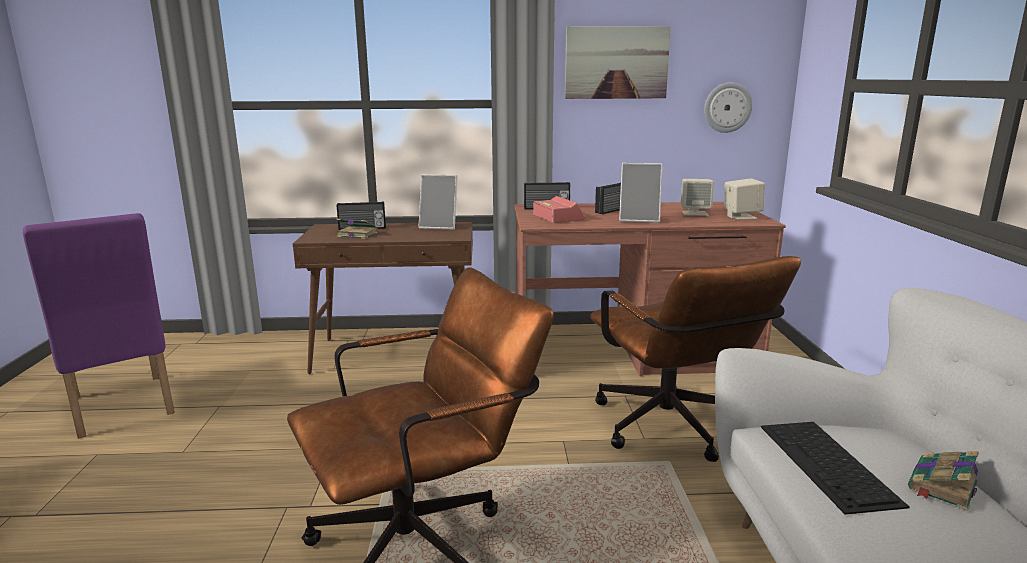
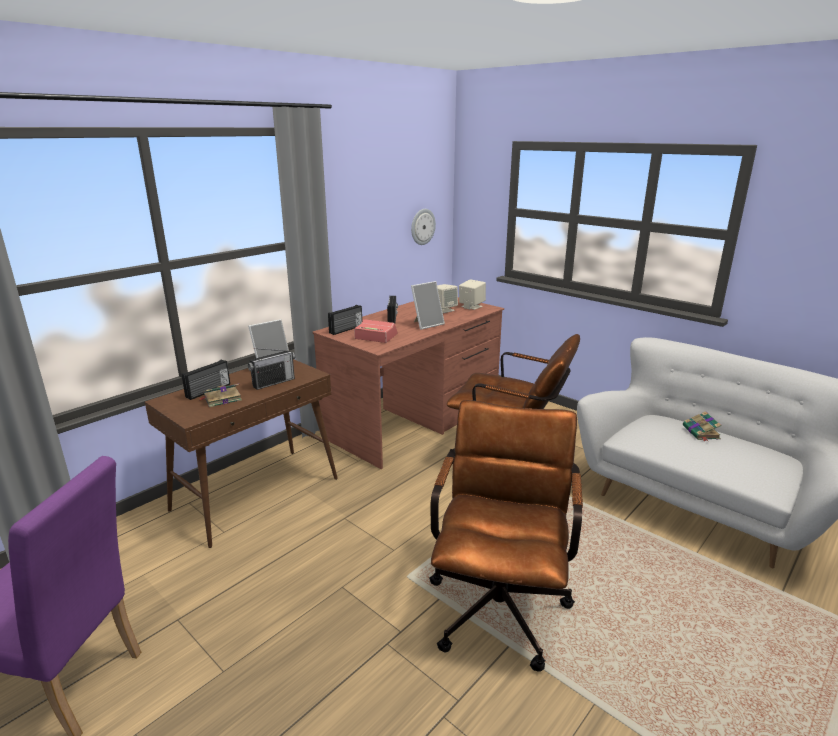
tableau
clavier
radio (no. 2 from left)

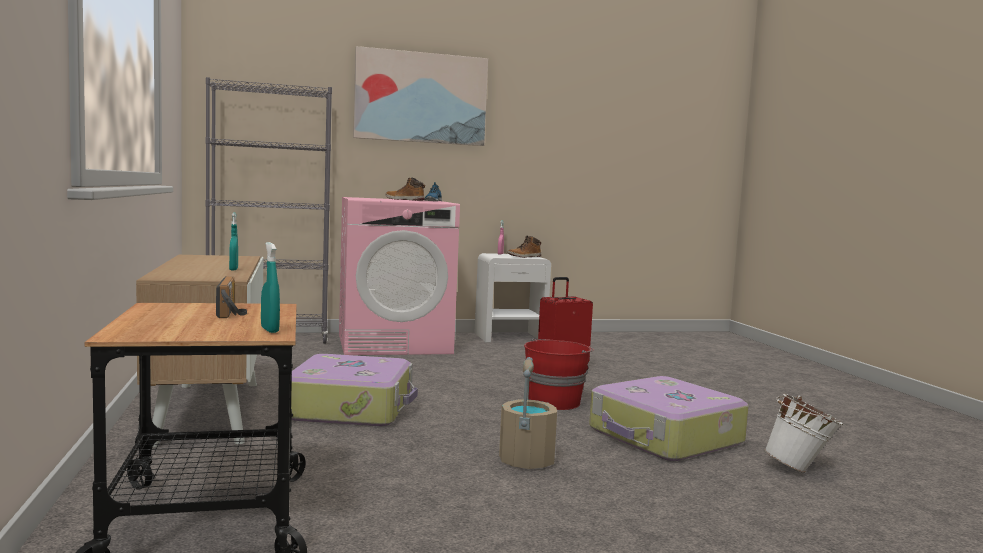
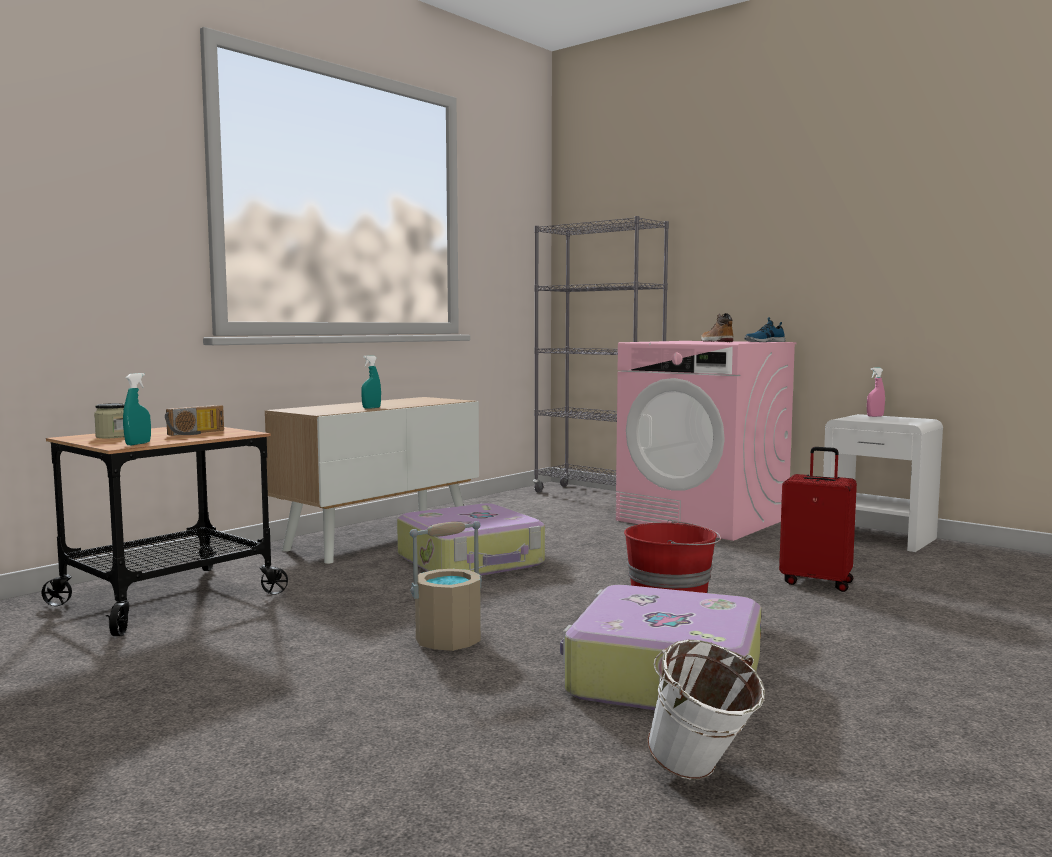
tableau
botte (no. 2 from left in the first image)
bocal

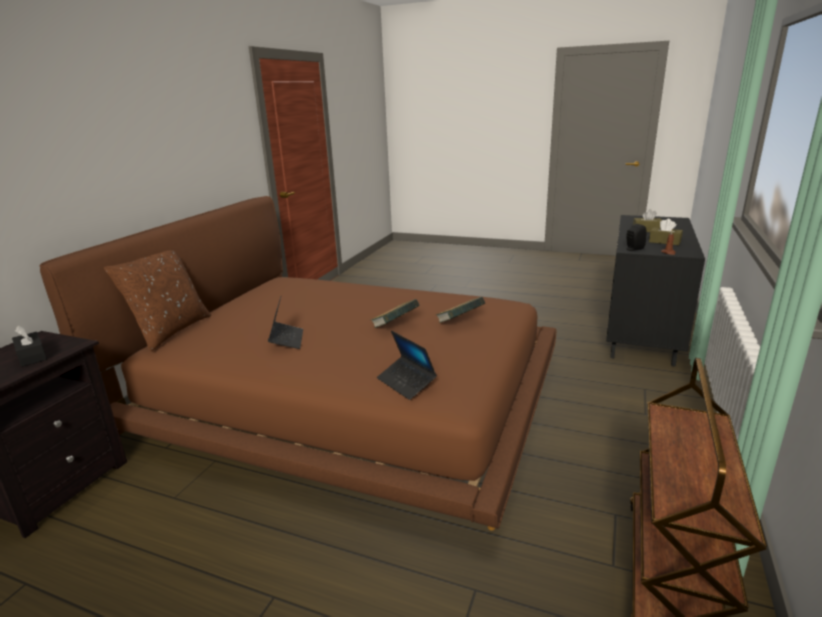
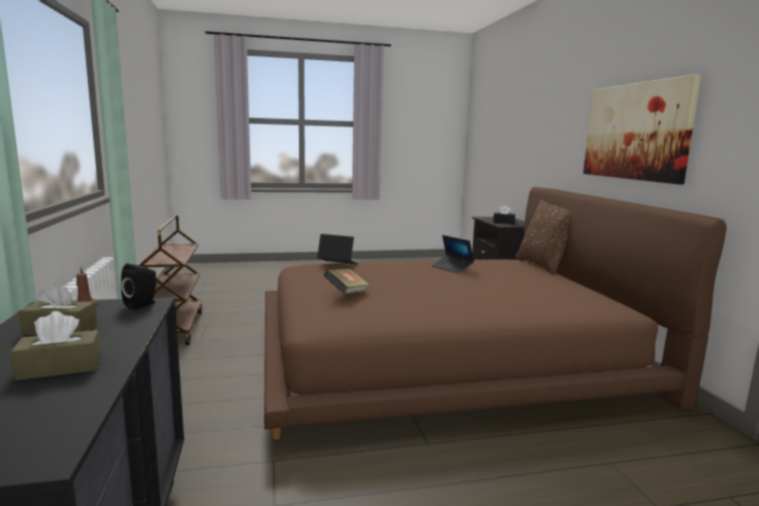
livre (no. 1 from left in the first image)
tableau

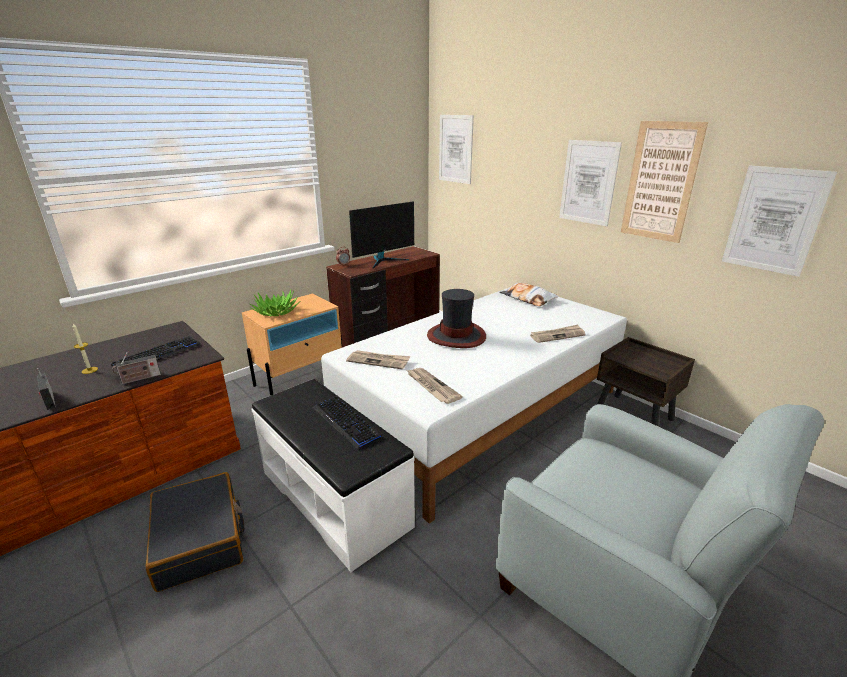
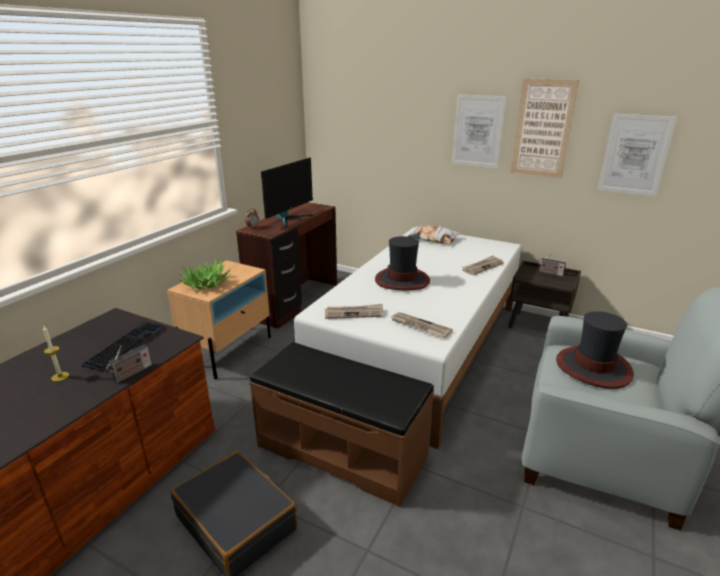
radio (no. 2 from left)
banc/marron
clavier (no. 2 from left in the first image)
tableau (no. 1 from left in the first image)
chapeau (no. 2 from left)

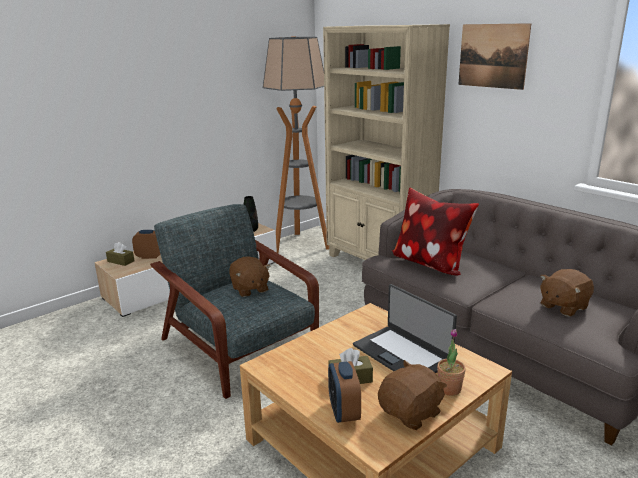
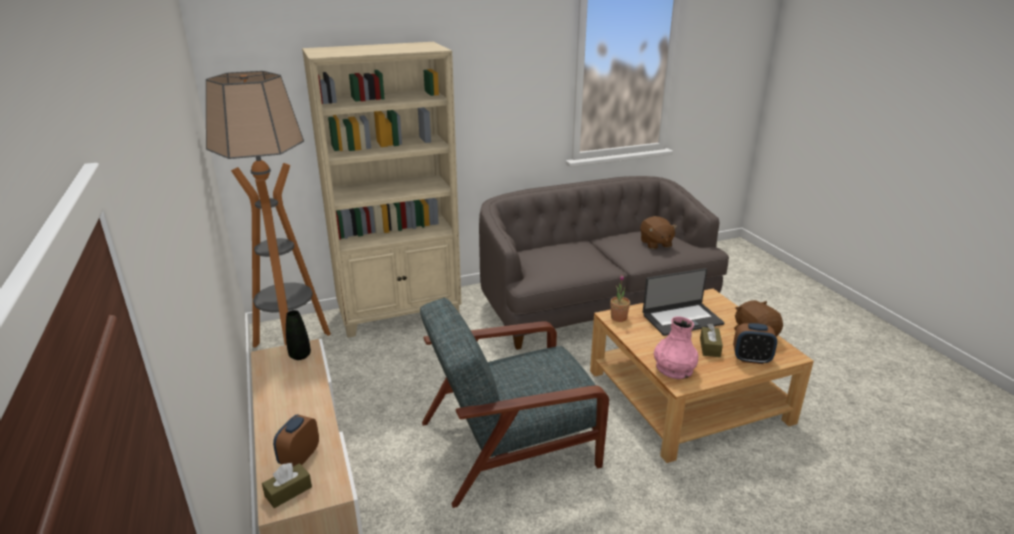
peluche/marron (no. 1 from left in the first image)
coussin
plante en pot
tableau
vase/rose

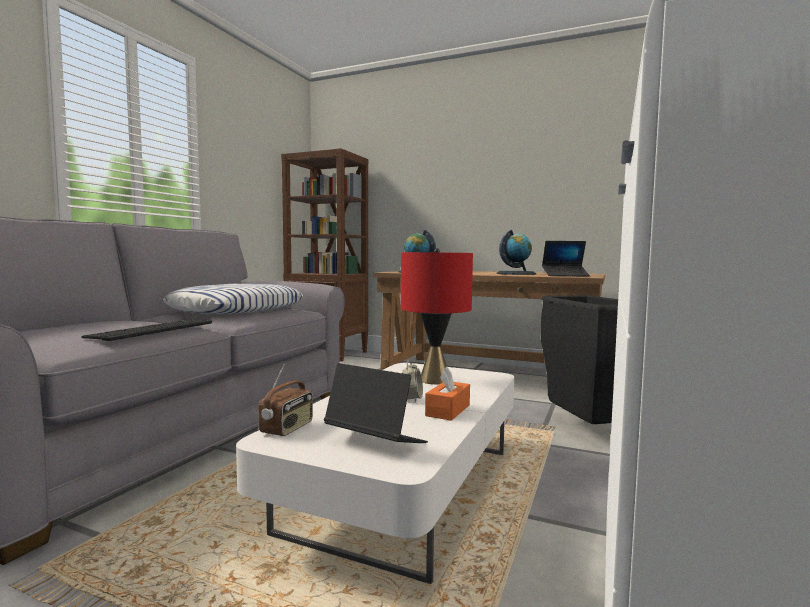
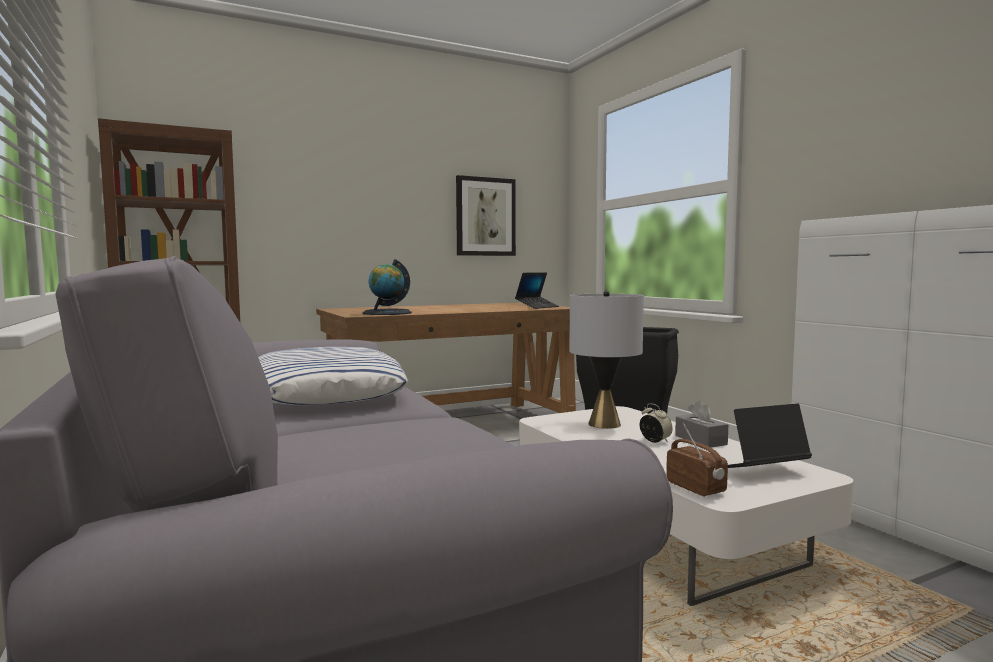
clavier
lampe de table/gris
boîte à mouchoirs/gris
globe (no. 2 from left in the first image)
tableau

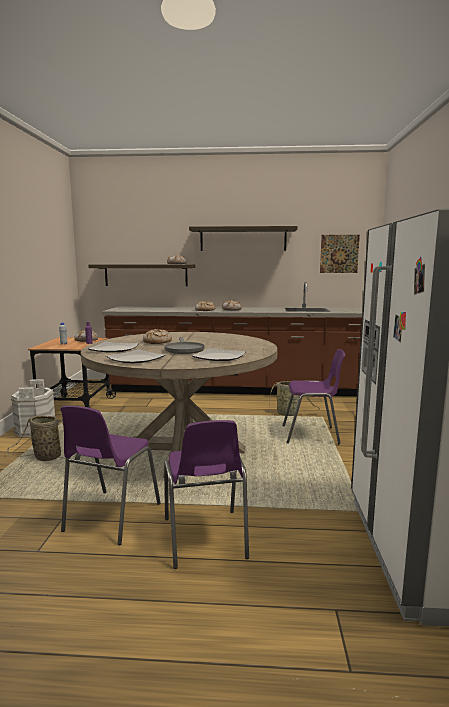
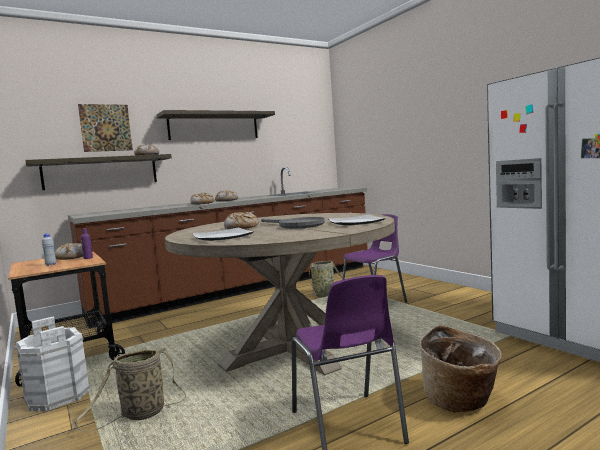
assiette (no. 2 from left in the first image)
panier (no. 3 from left)
tableau

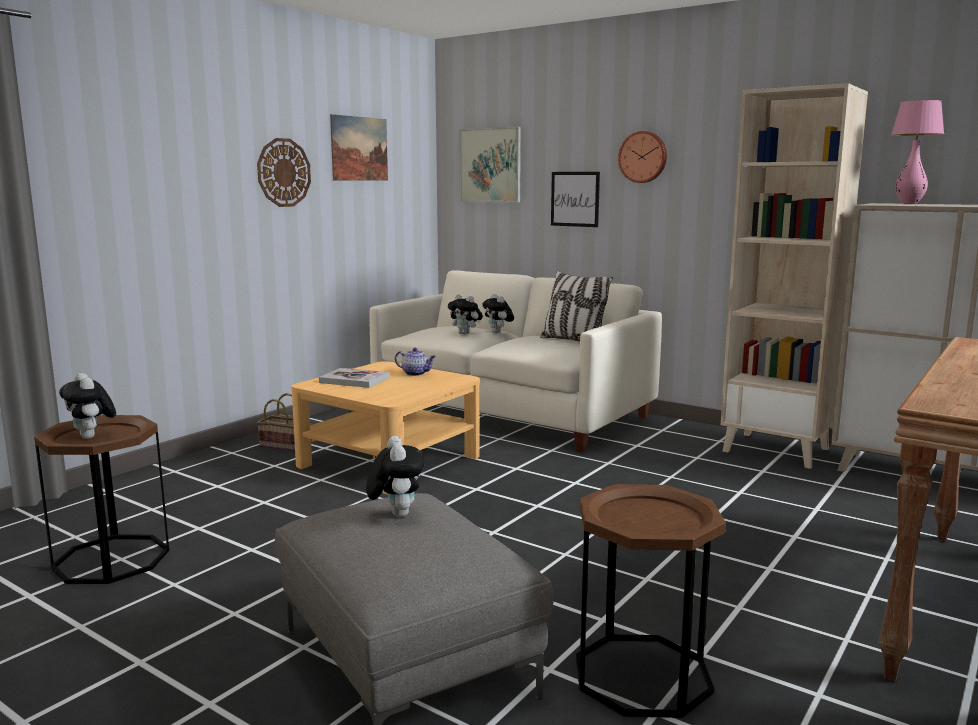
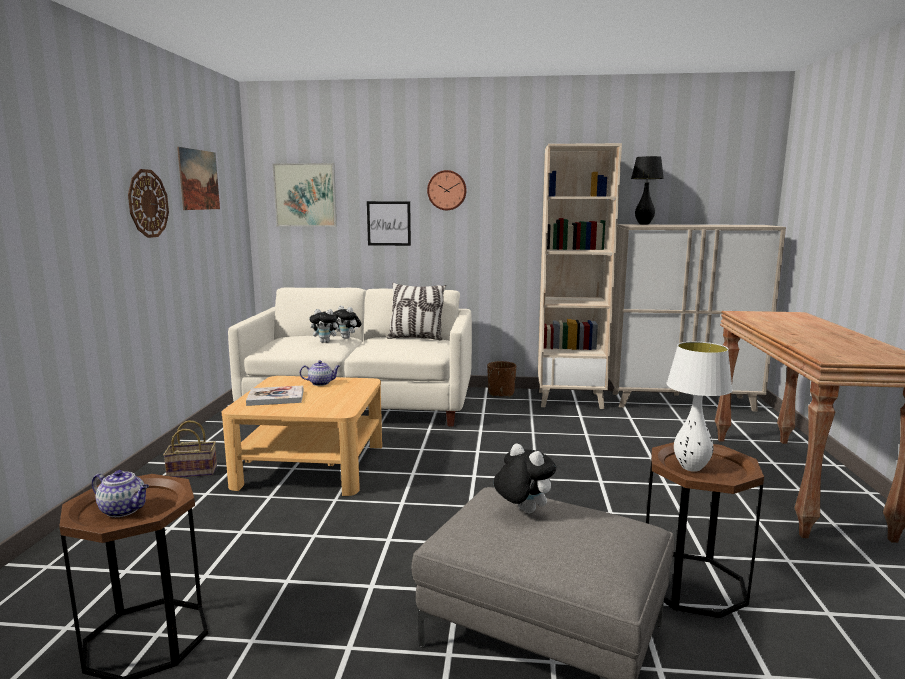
théière (no. 1 from left)
lampe de table/noir
cache-pot/marron
lampe de table/blanc

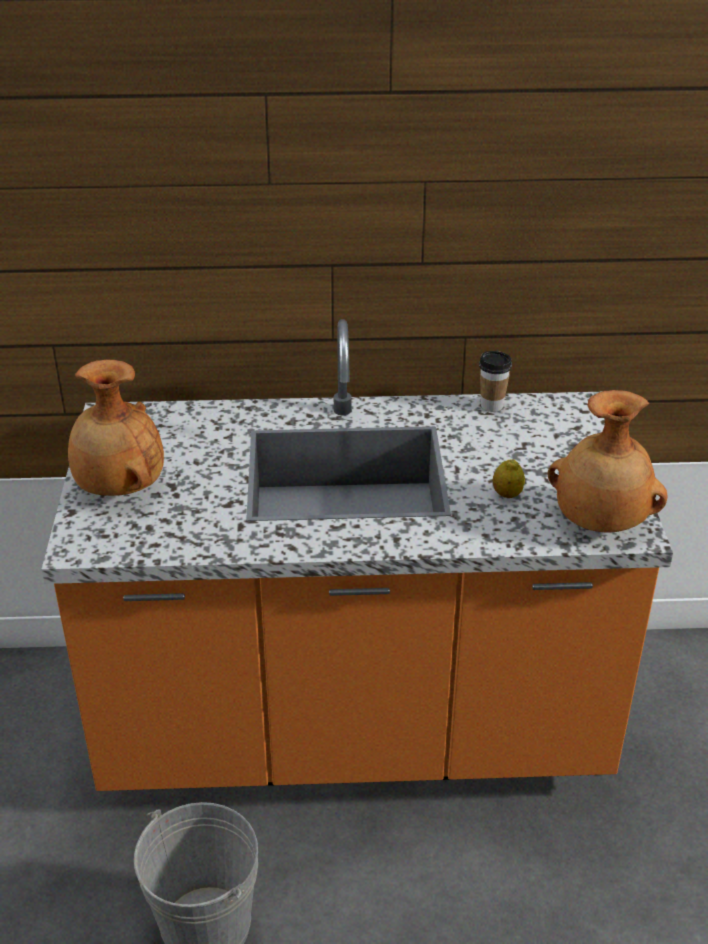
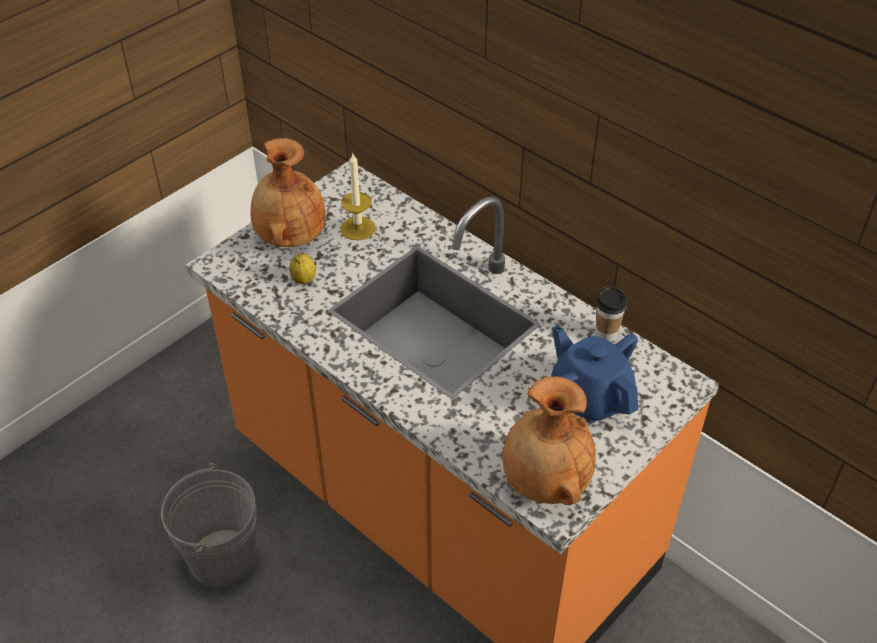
citron
bougie
théière/bleu

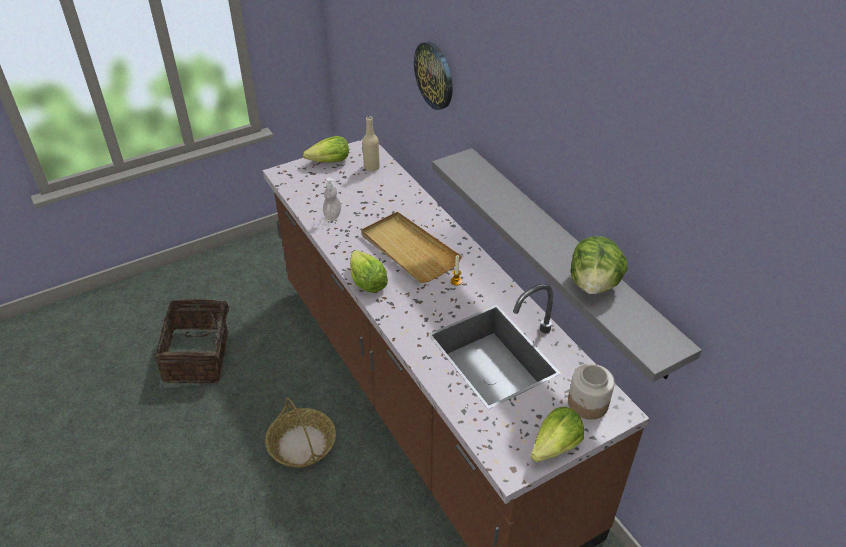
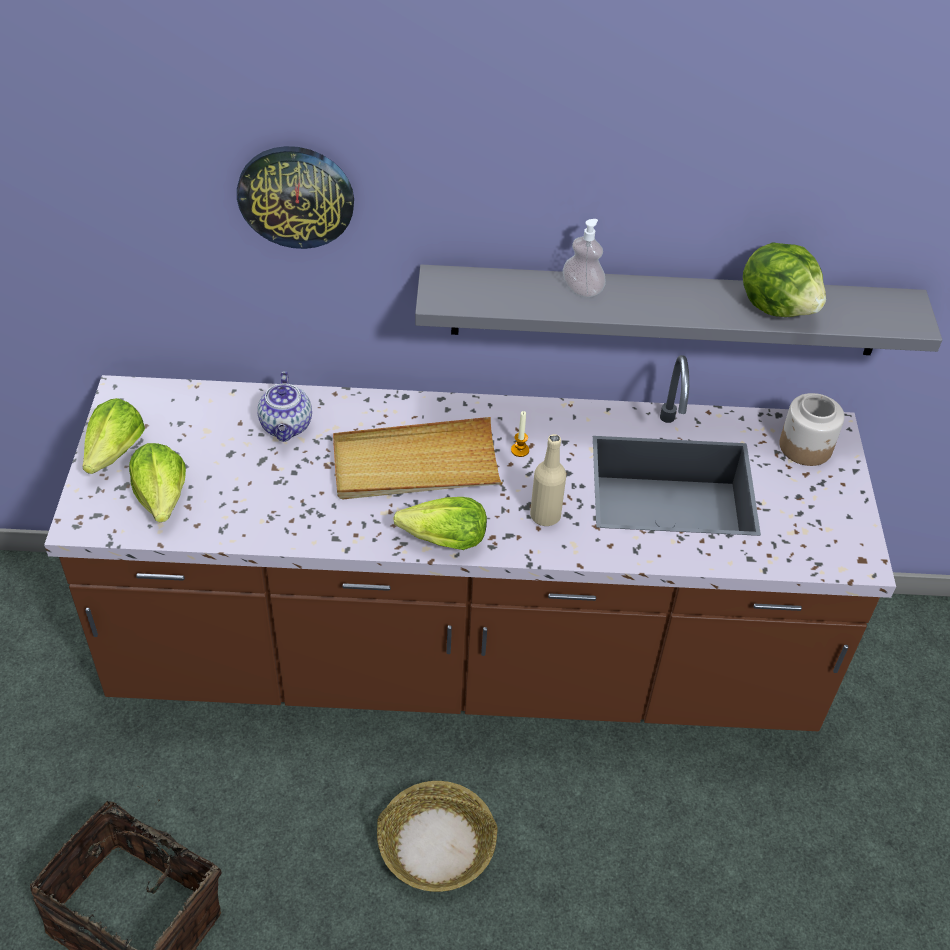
distributeur de savon
bouteille/beige
laitue (no. 2 from left)
théière

